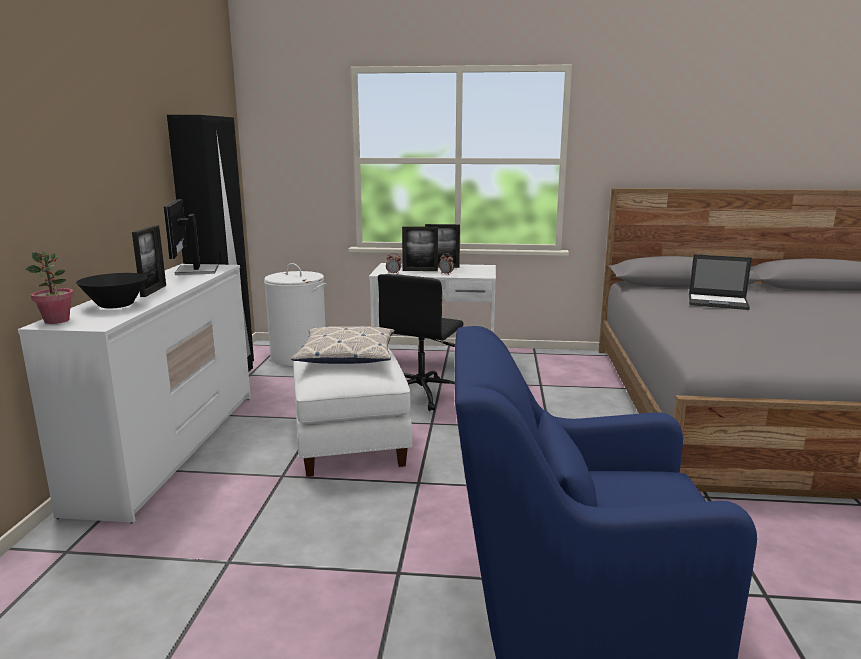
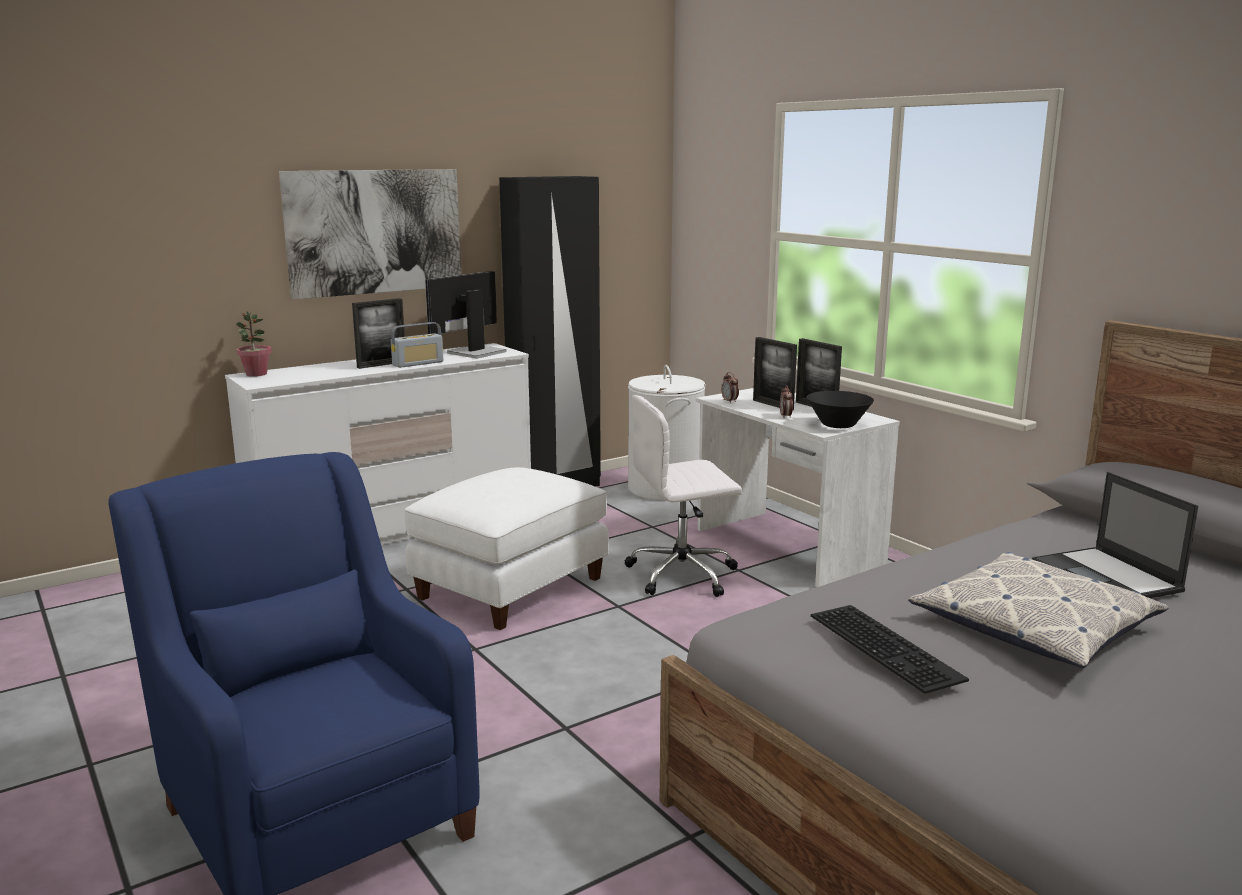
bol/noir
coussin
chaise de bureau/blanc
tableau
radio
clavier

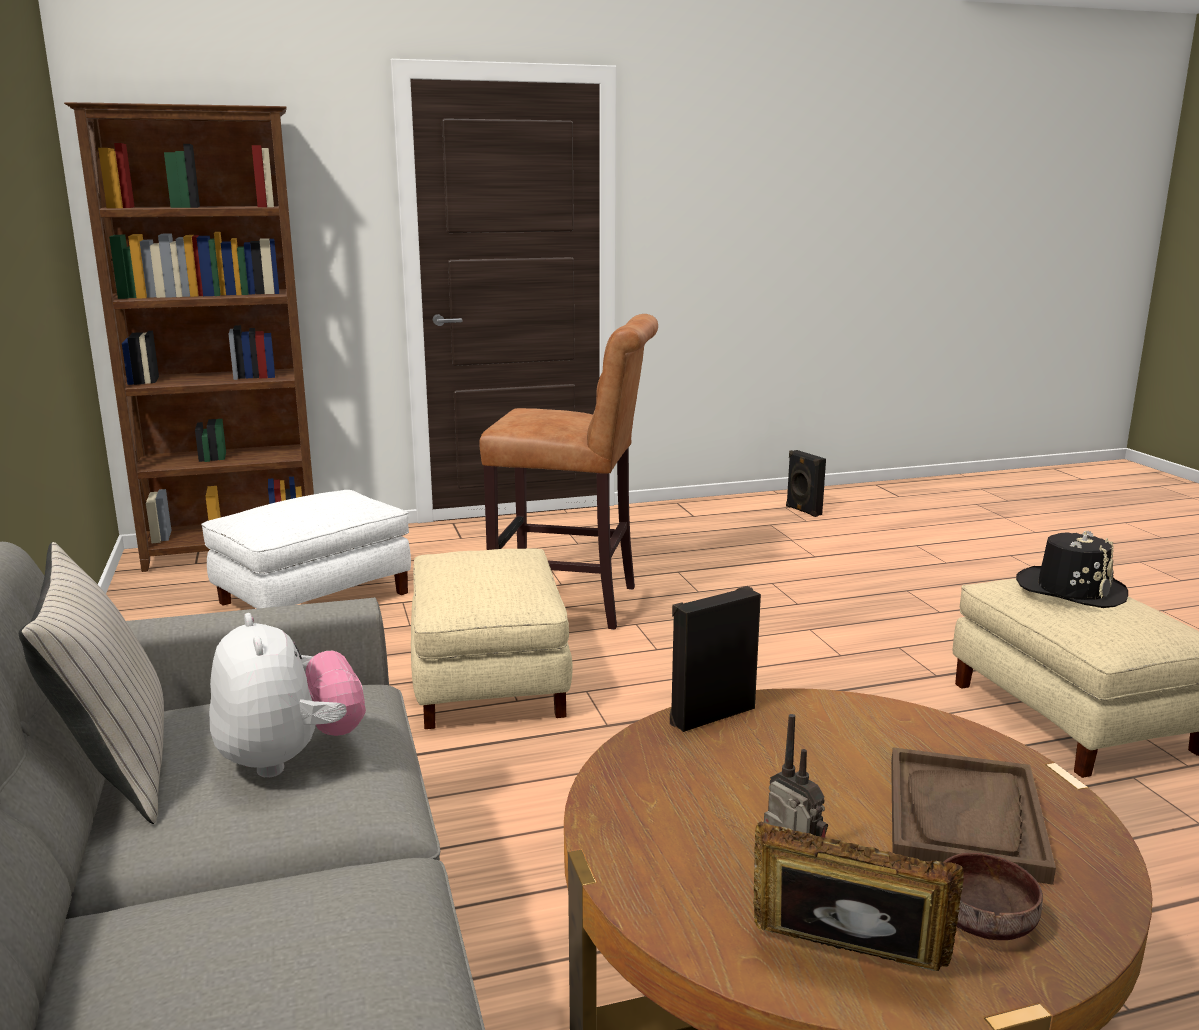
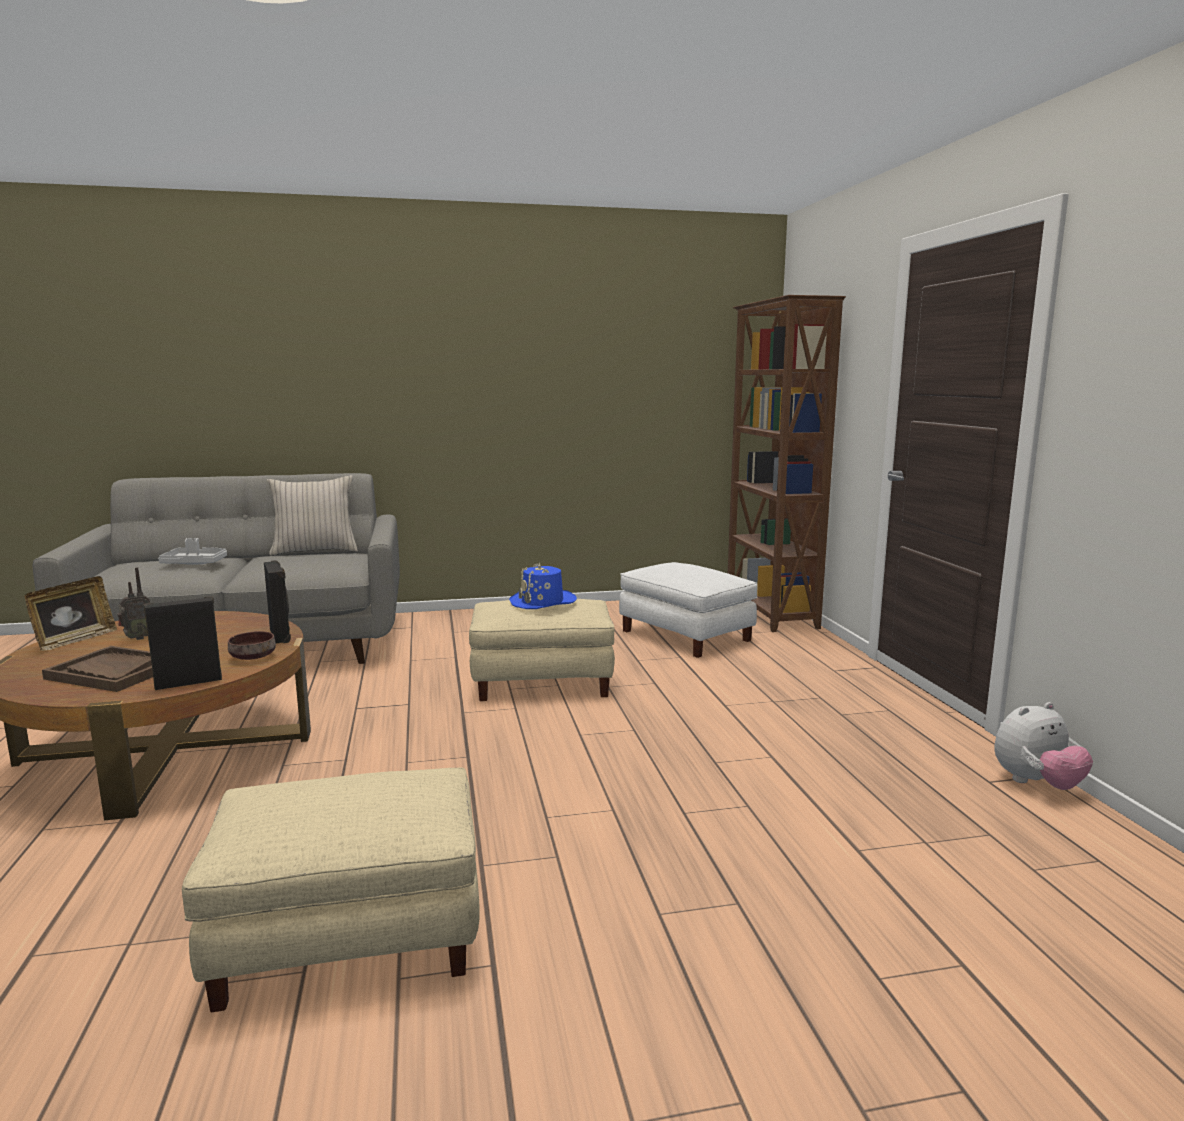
peluche
tabouret/marron
enceinte/noir (no. 1 from left)
bol/marron
chapeau/noir
plateau/gris
chapeau/bleu

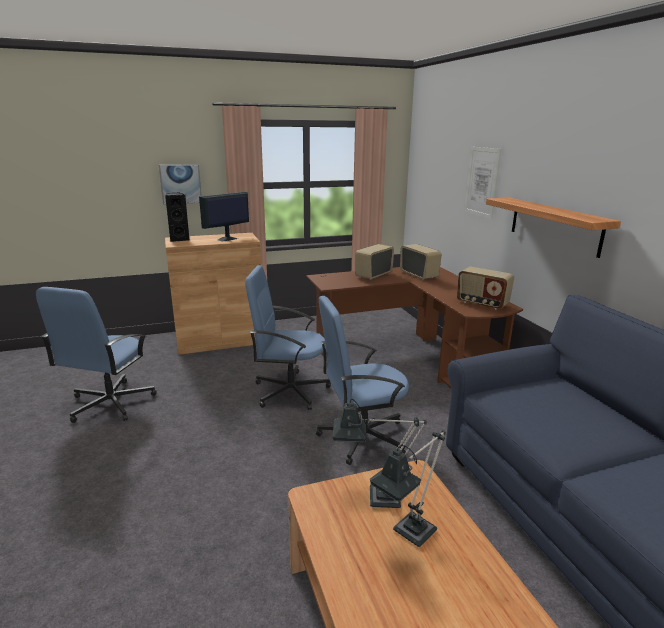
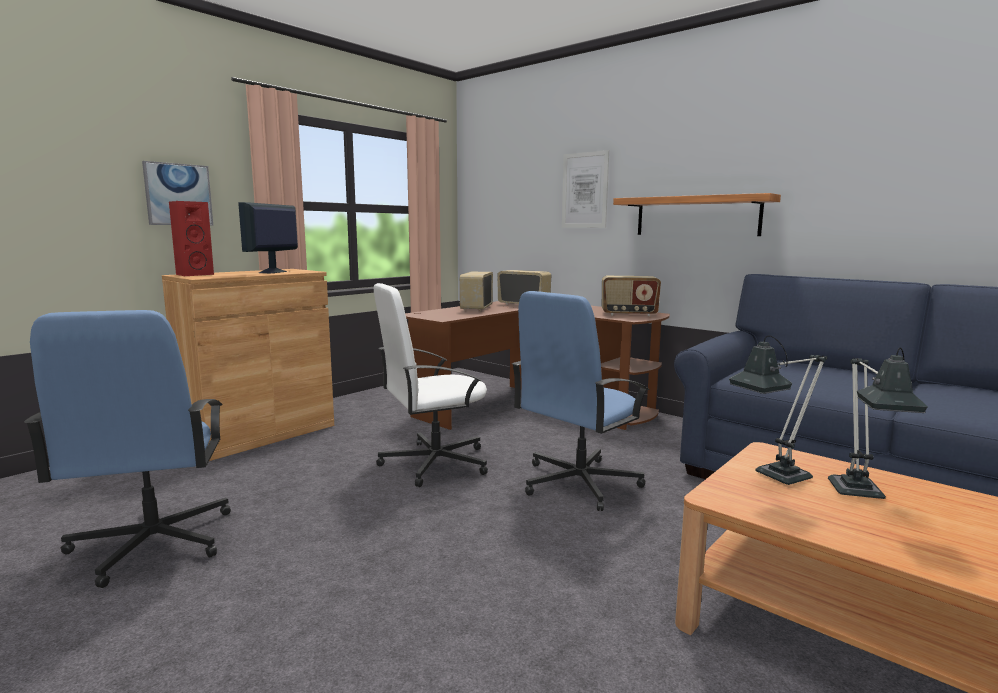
enceinte/rouge
chaise de bureau/blanc

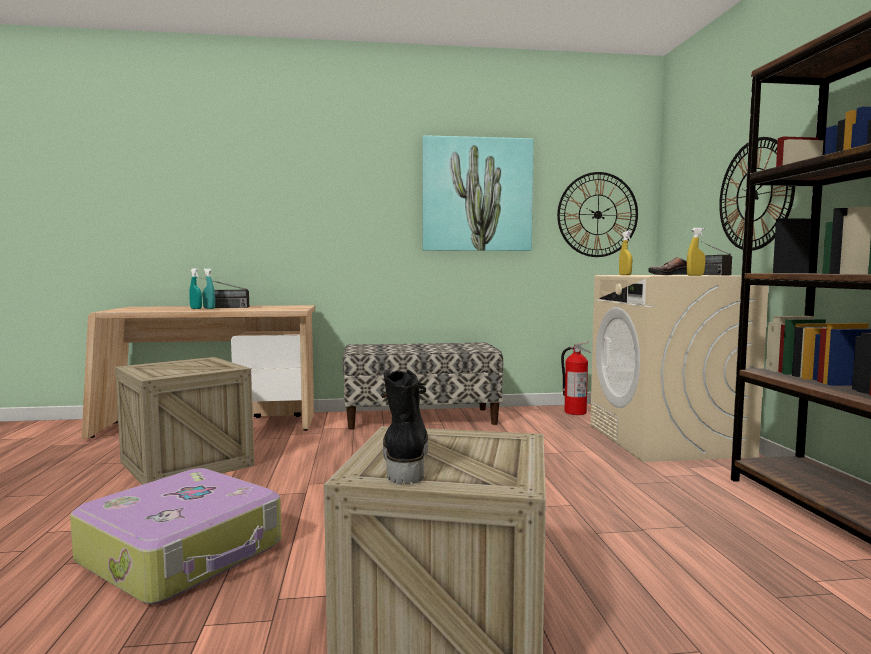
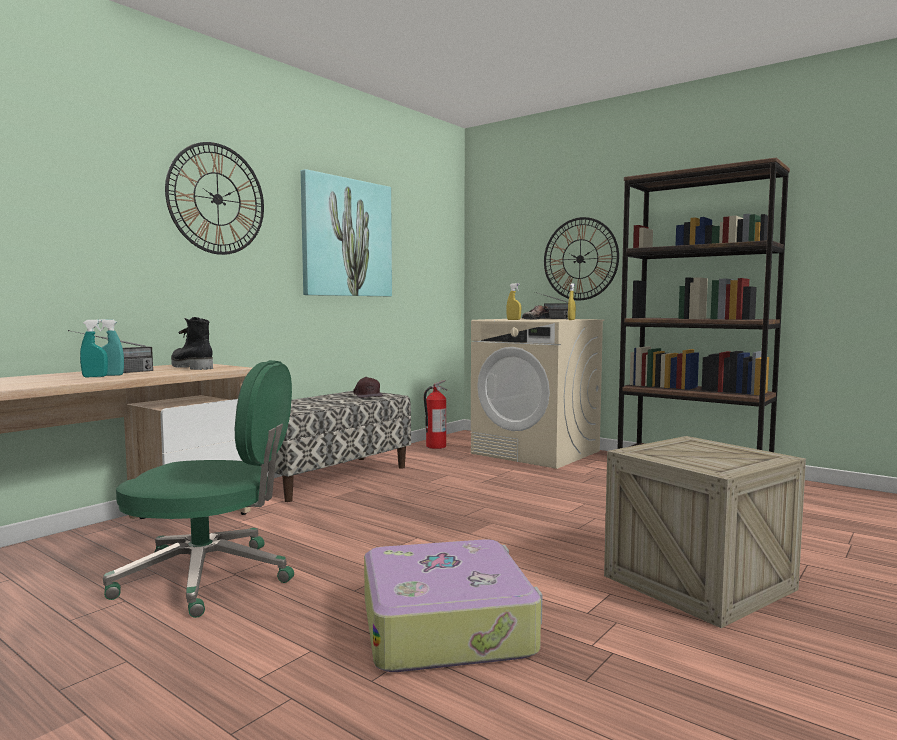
chaise de bureau/vert
botte/noir
horloge murale (no. 1 from left)
casquette/marron

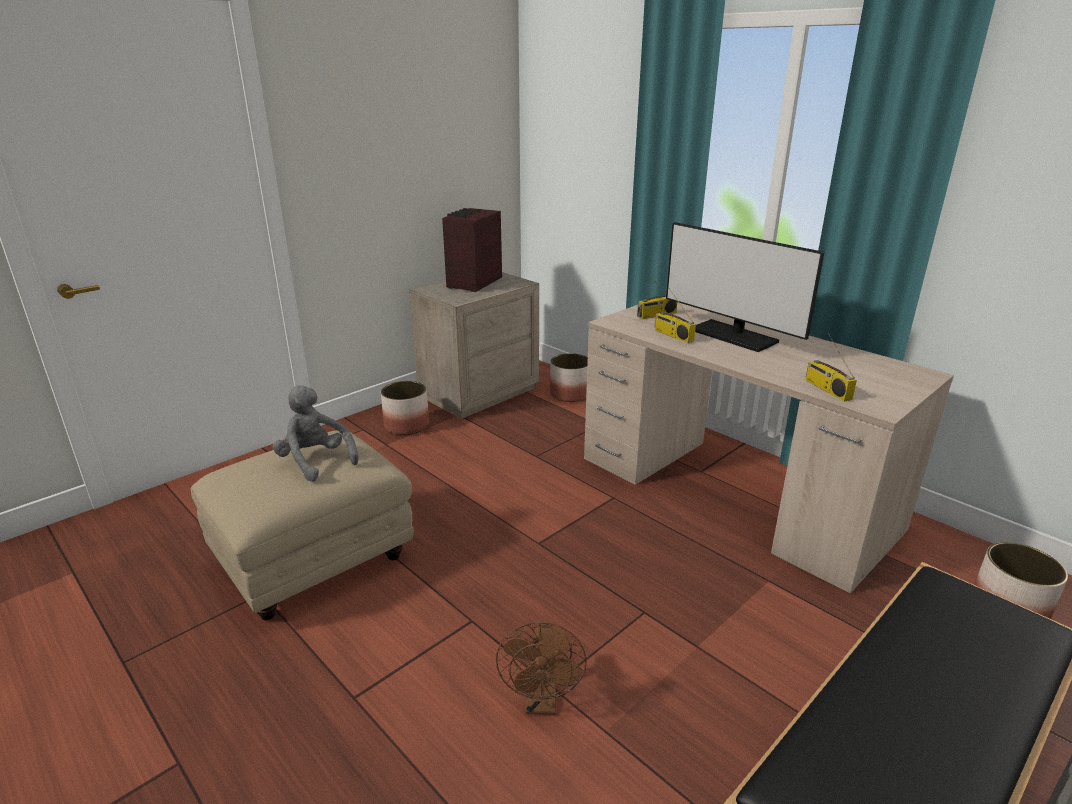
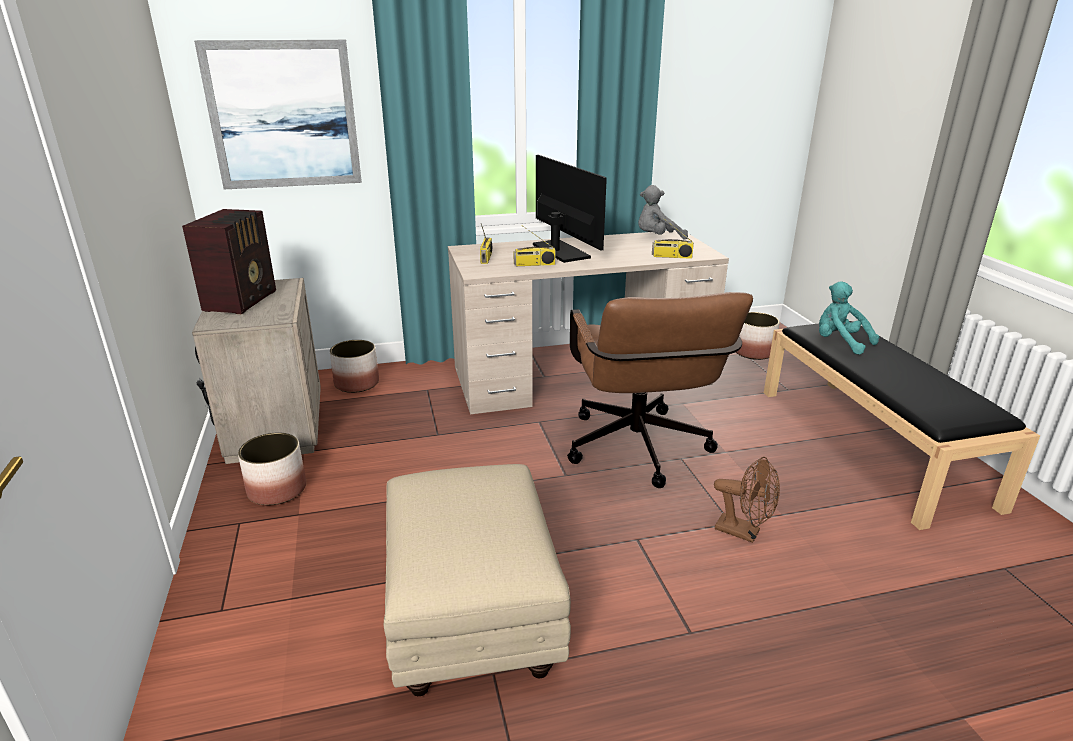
peluche/gris
radio (no. 1 from left)
écran d'ordinateur
tableau
chaise de bureau/marron
peluche/turquoise

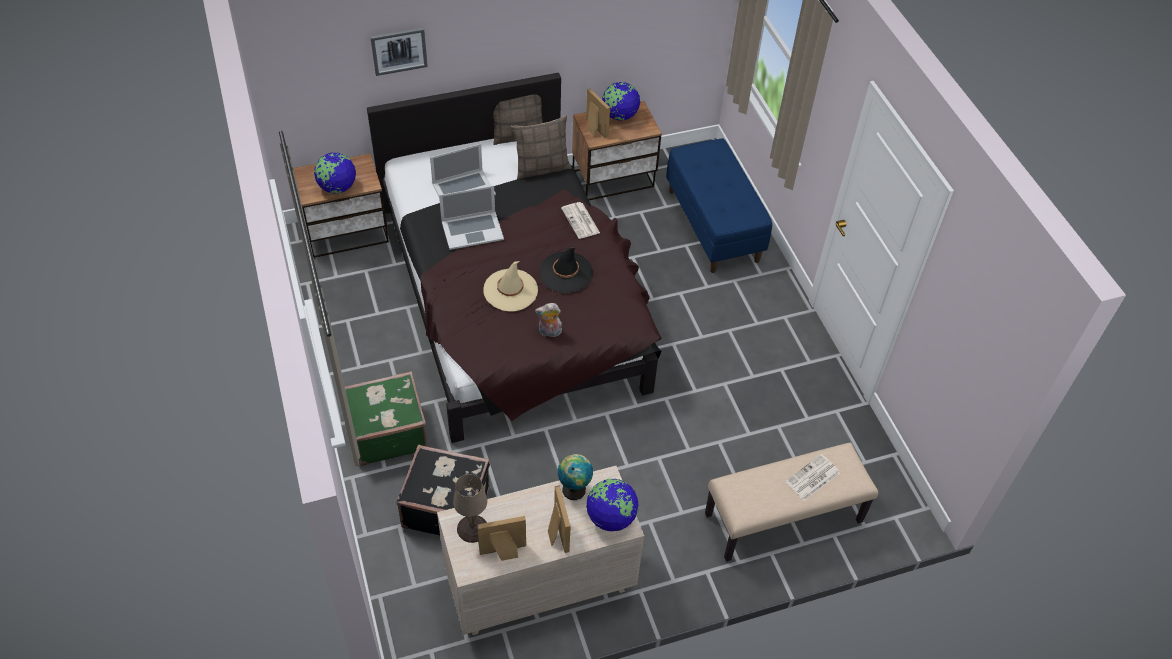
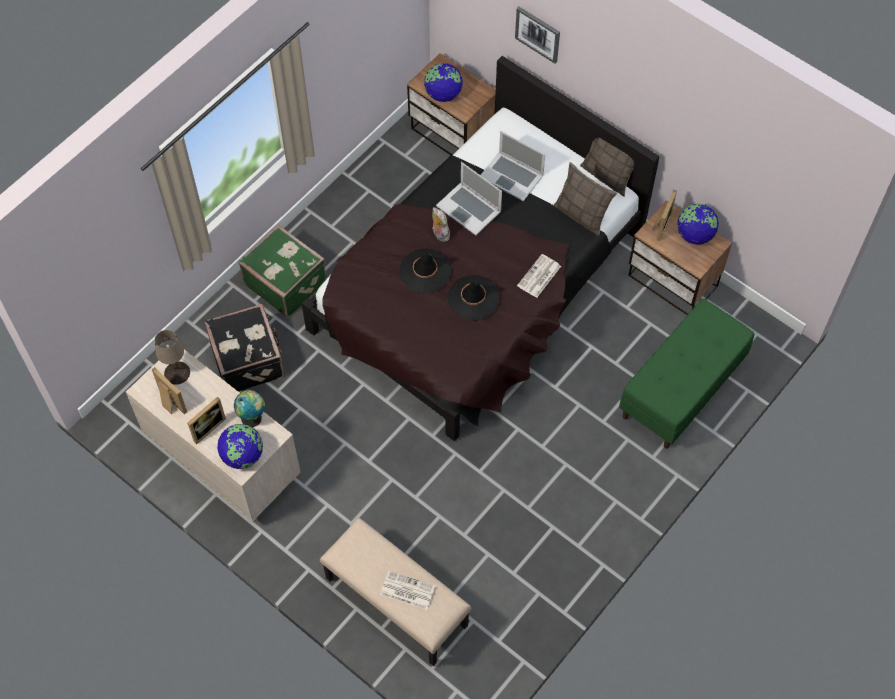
chapeau/noir (no. 1 from left)
peluche
banc/vert

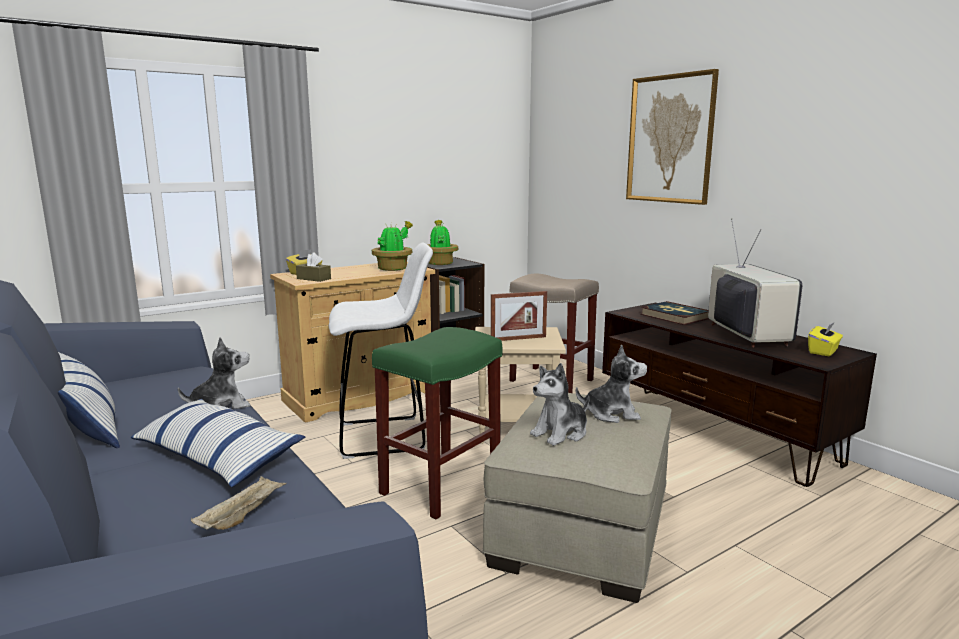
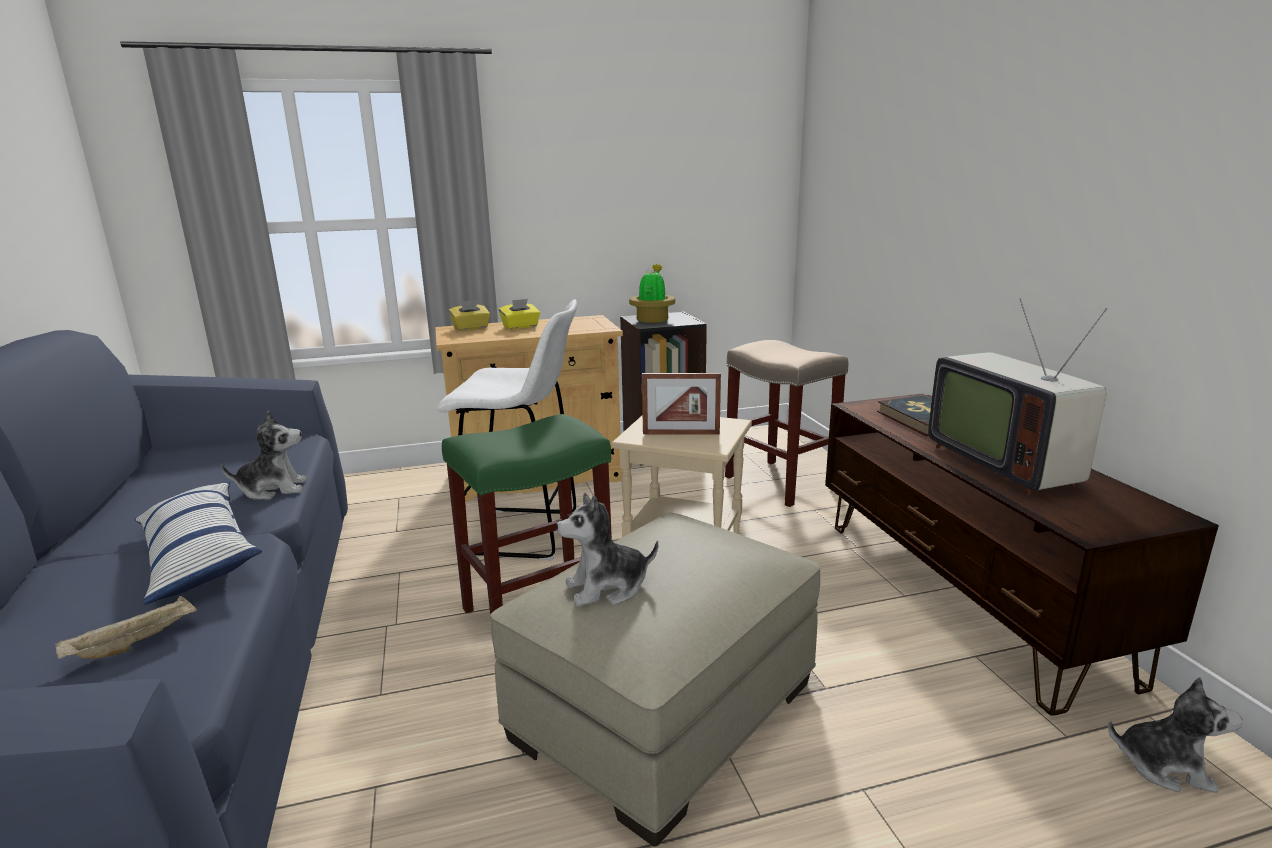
coussin (no. 1 from left in the first image)
boîte à mouchoirs/marron
plante en pot (no. 1 from left in the first image)
peluche (no. 3 from left)
tableau
téléviseur
boîte à mouchoirs/jaune (no. 2 from left)

